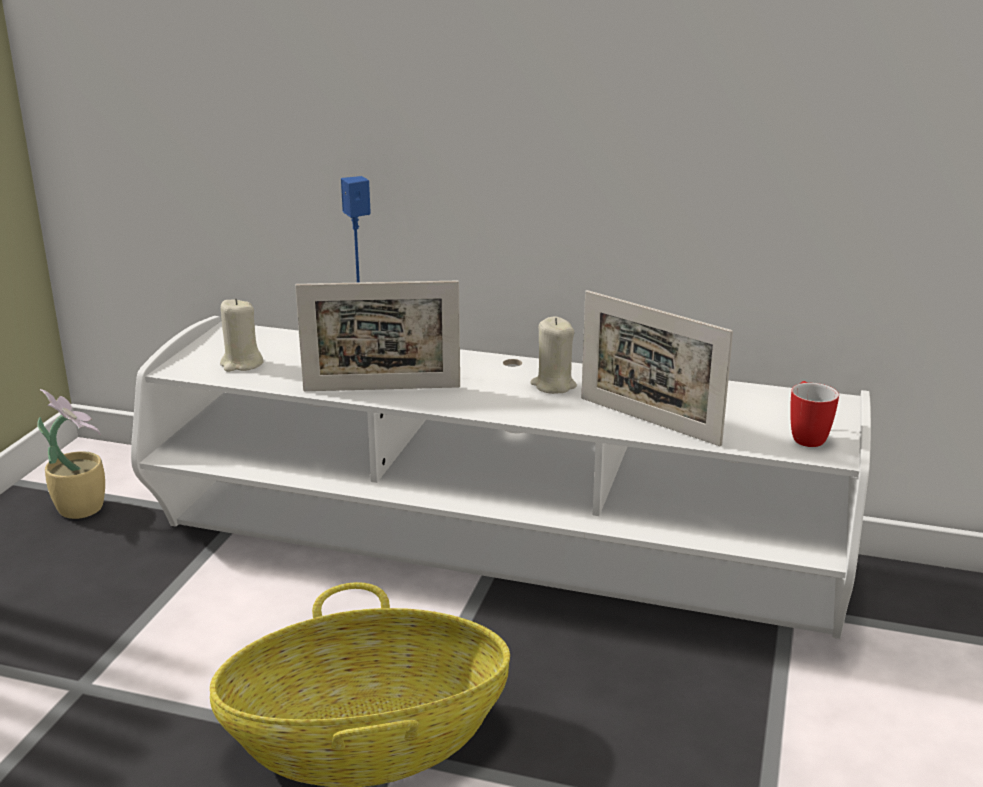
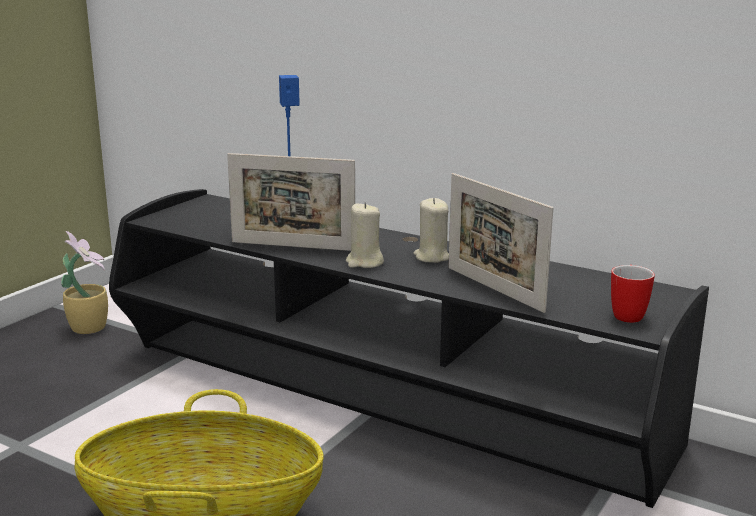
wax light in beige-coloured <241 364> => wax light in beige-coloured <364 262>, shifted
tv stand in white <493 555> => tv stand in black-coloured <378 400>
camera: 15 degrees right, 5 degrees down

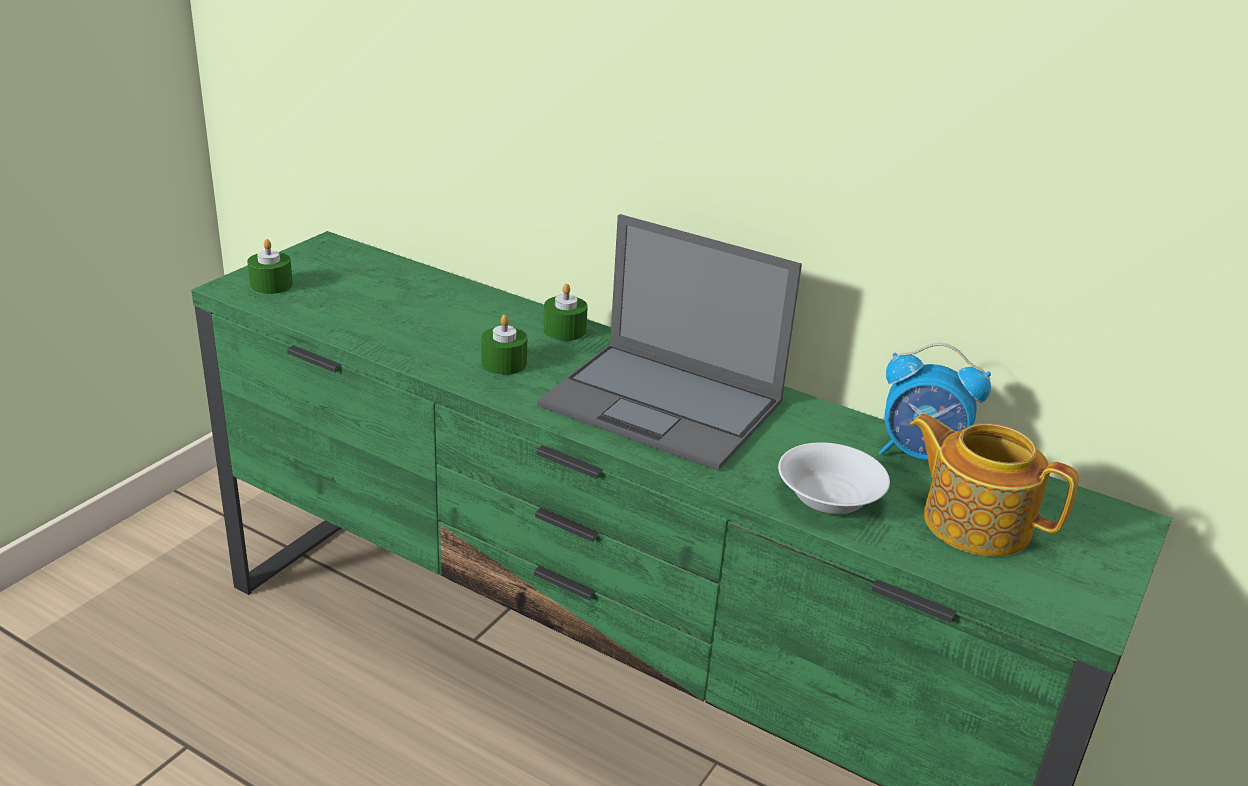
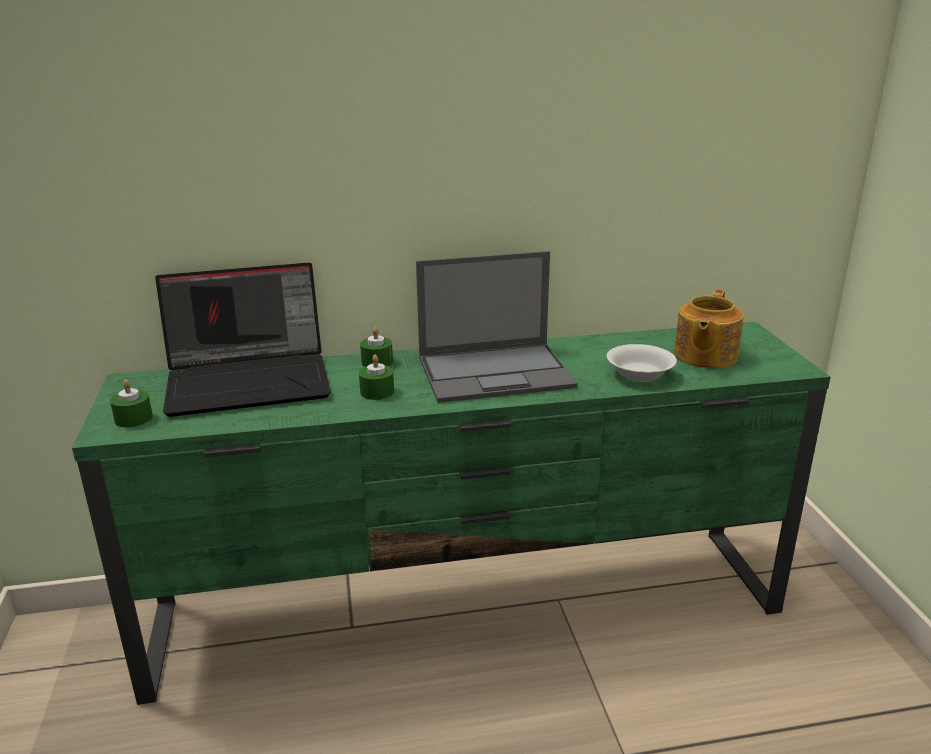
table clock <921 455> => nothing
pot for tea <975 522> => pot for tea <704 356>, 60 degrees counterclockwise
nothing => notebook computer <251 380>
camera: 40 degrees left, 5 degrees down

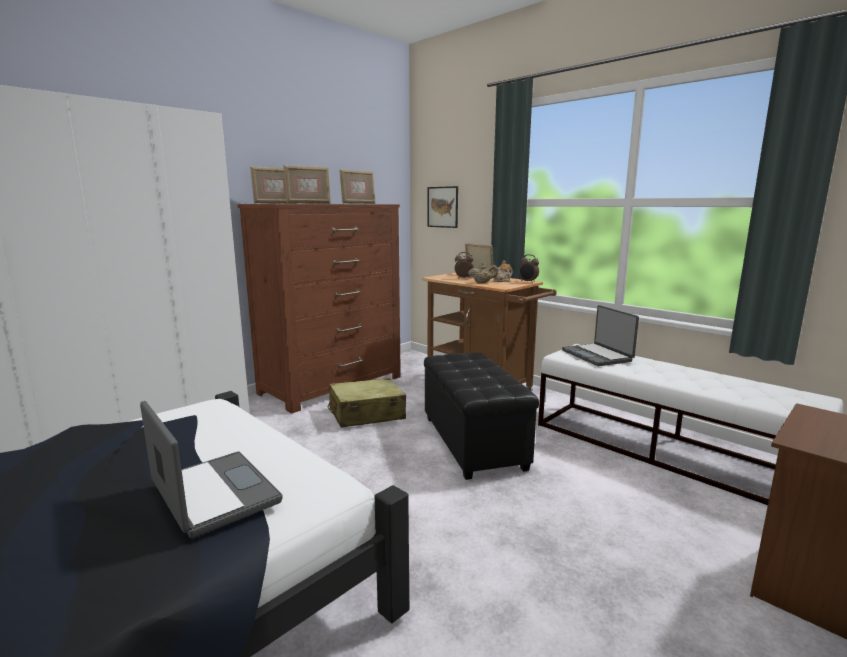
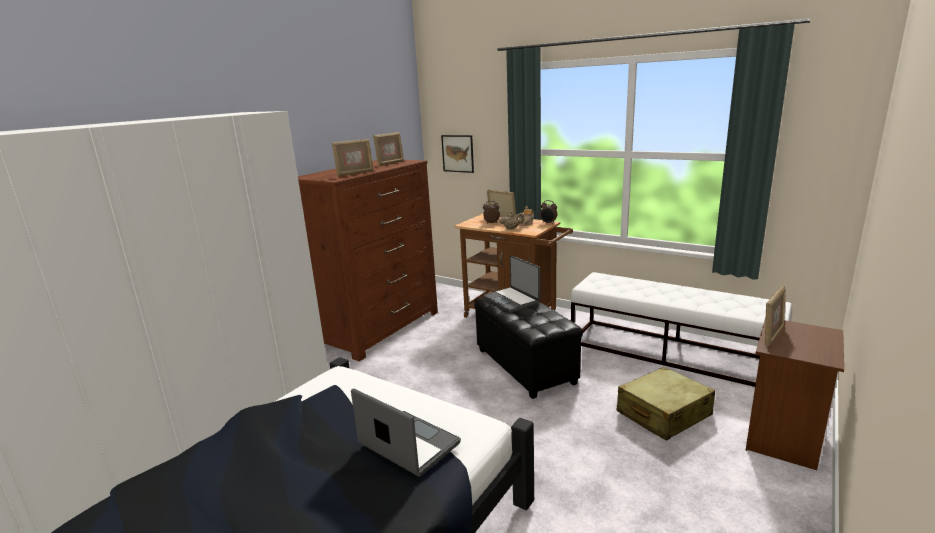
photo frame <275 203> => photo frame <771 336>, shifted
notebook computer <597 355> => notebook computer <512 300>, shifted
piece of luggage in beige-coloured <366 414> => piece of luggage in beige-coloured <663 414>, shifted
camera: 10 degrees left, 5 degrees up

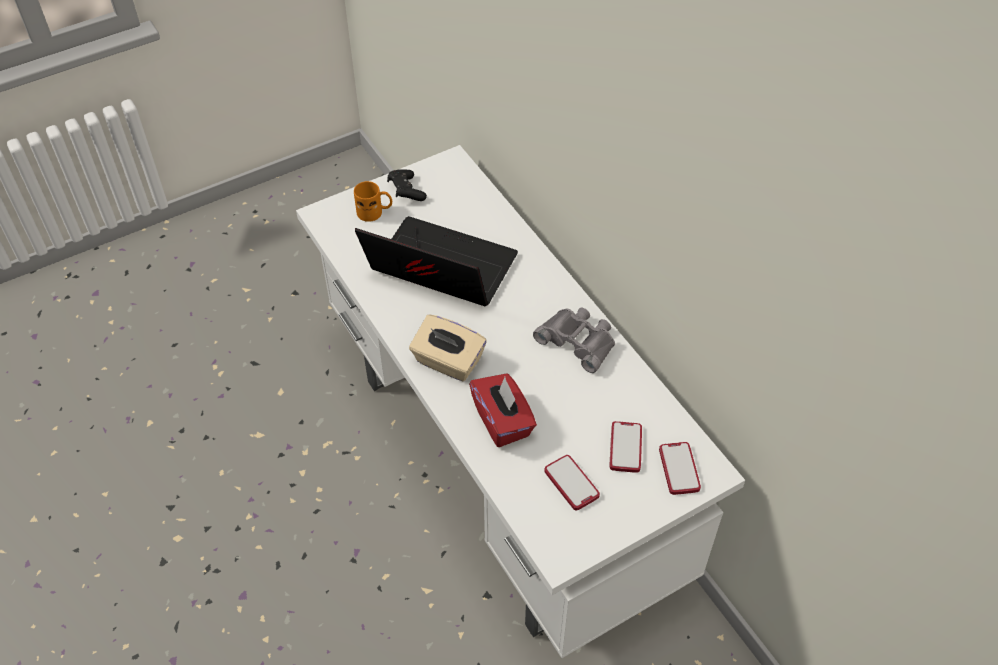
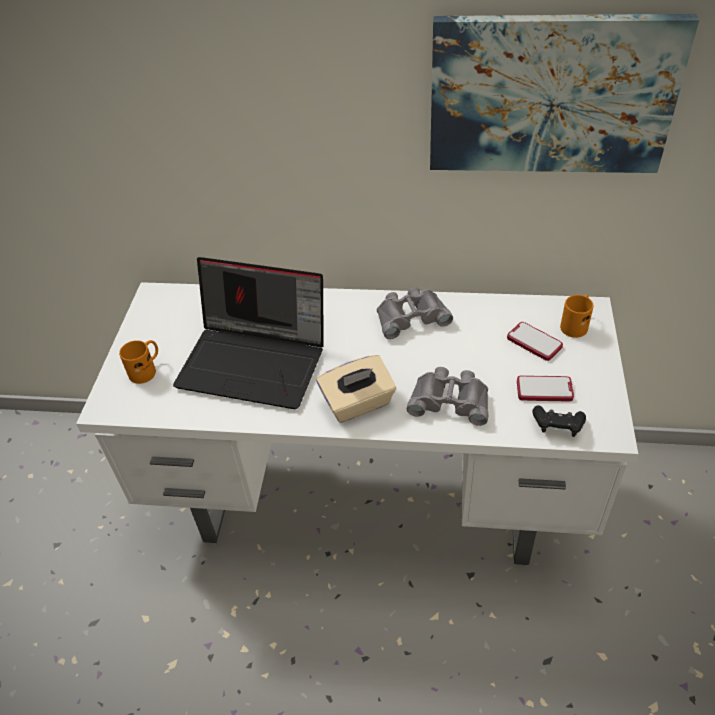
game controller in black-coloured <406 191> => game controller in black-coloured <557 427>, shifted
notebook computer <438 270> => notebook computer <256 361>, 135 degrees counterclockwise
box of tissues in red <503 421> => pair of binoculars in grey <450 400>
telephone <679 469> => coffee mug in orange <576 324>
nothing => wall picture <550 95>
camera: 50 degrees left, 5 degrees down

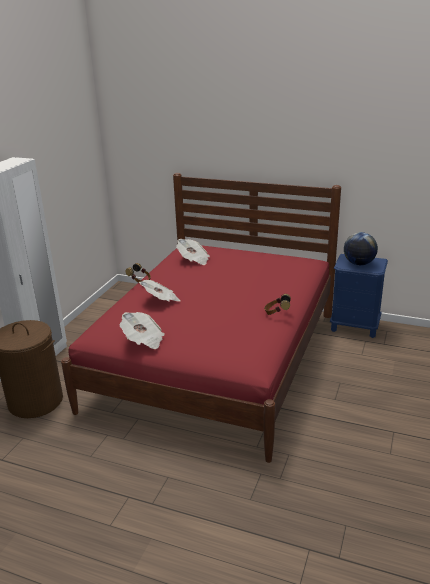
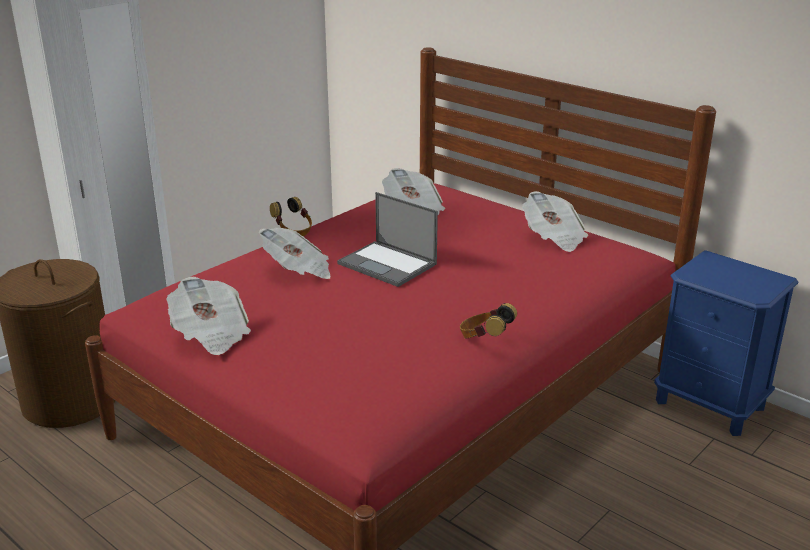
desk globe <359 264> => nothing
nothing => daily paper <554 238>
nothing => notebook computer <388 264>
camera: 20 degrees right, 0 degrees up

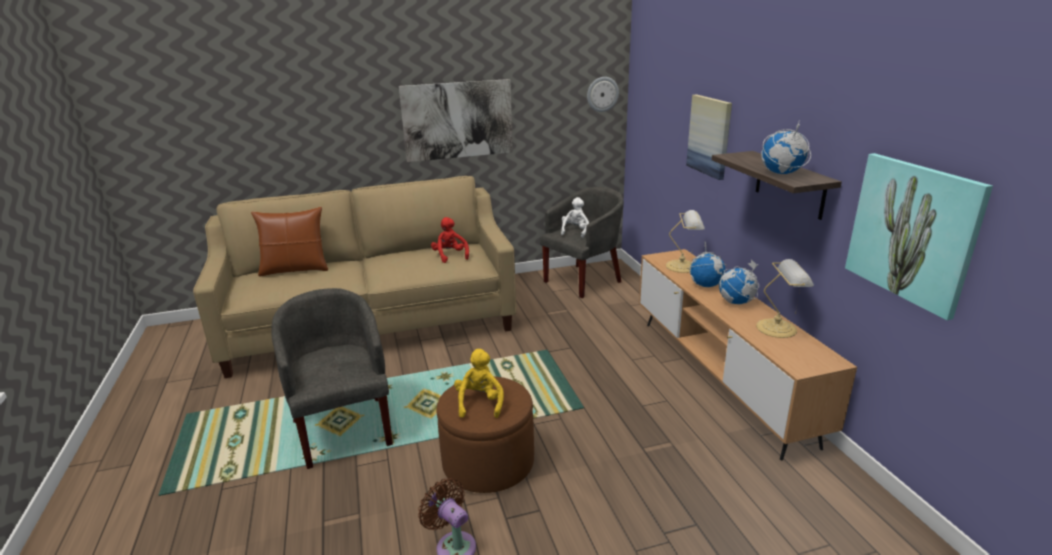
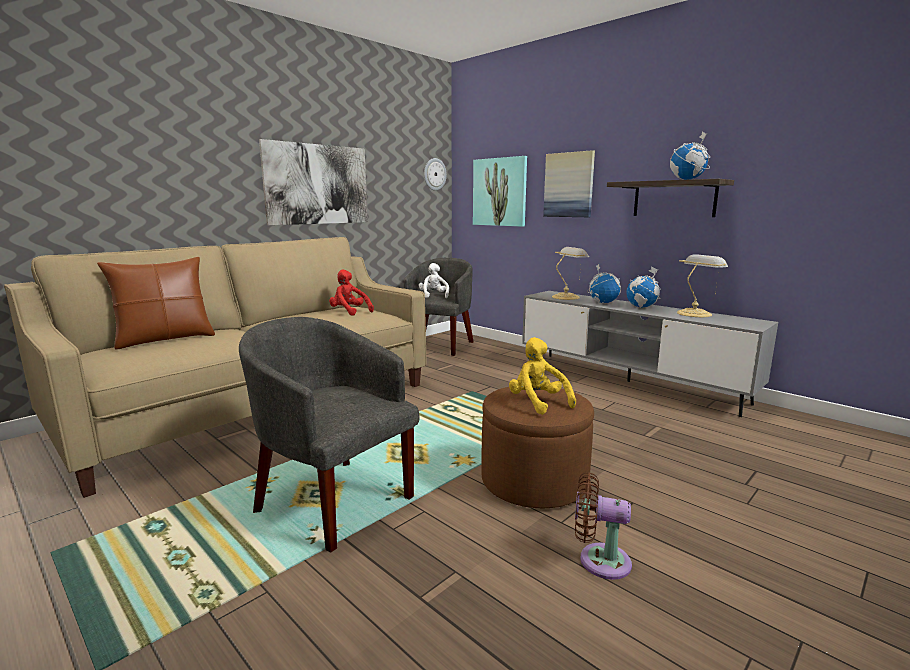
wall picture <912 232> => wall picture <499 192>, shifted
tv stand in brown <719 377> => tv stand in grey <628 381>
camera: 30 degrees left, 10 degrees down

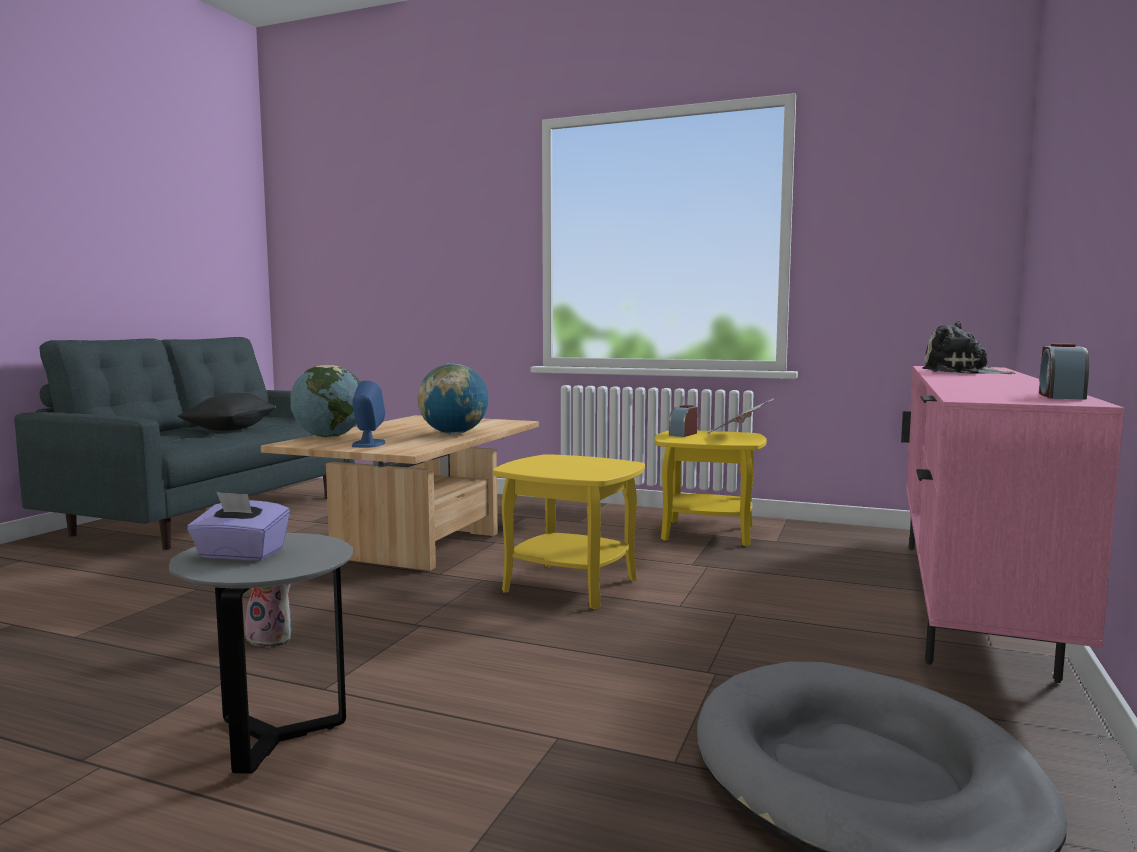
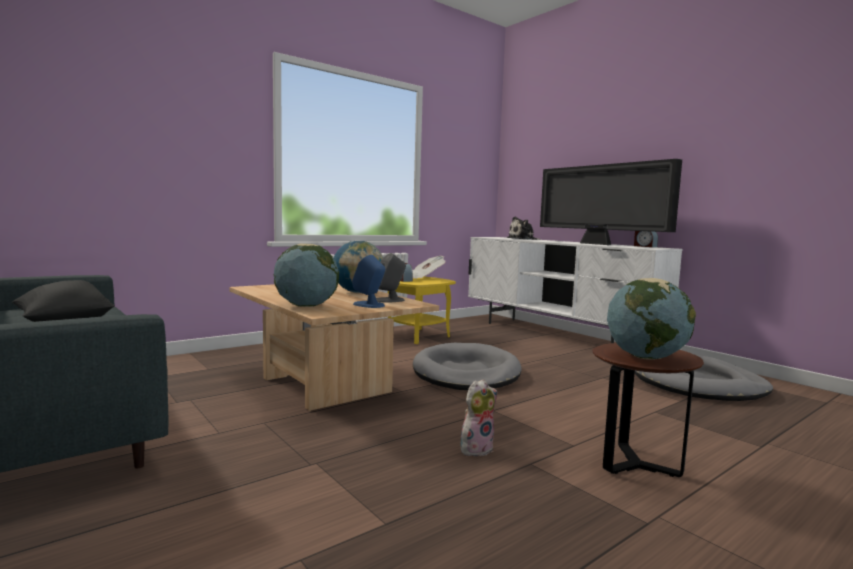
tv stand in pinkish <968 601> => tv stand in white <556 335>
accent table in yellow <569 586> => pet bed in grey <466 372>
box of tissues in purple-coloured <241 554> => desk globe <646 357>
accent table in grey <273 738> => accent table in brown <636 465>
nothing => TV set <598 244>
nothing => speaker in grey <389 300>
camera: 60 degrees left, 0 degrees up

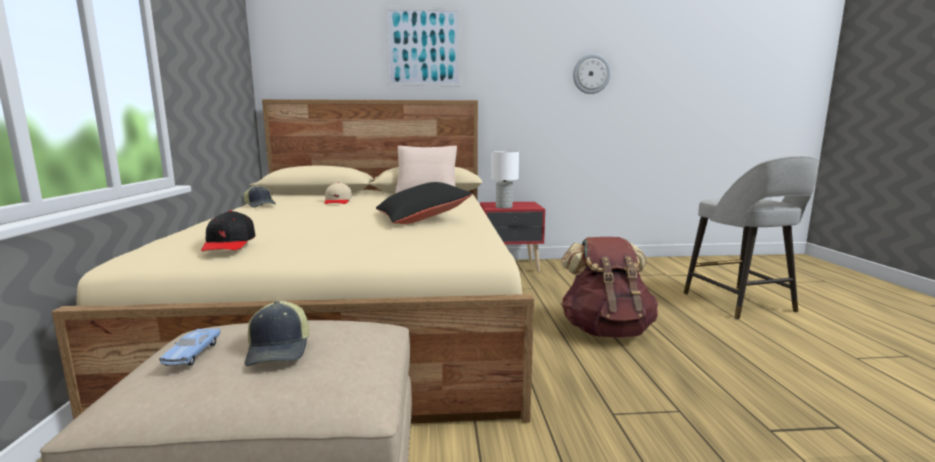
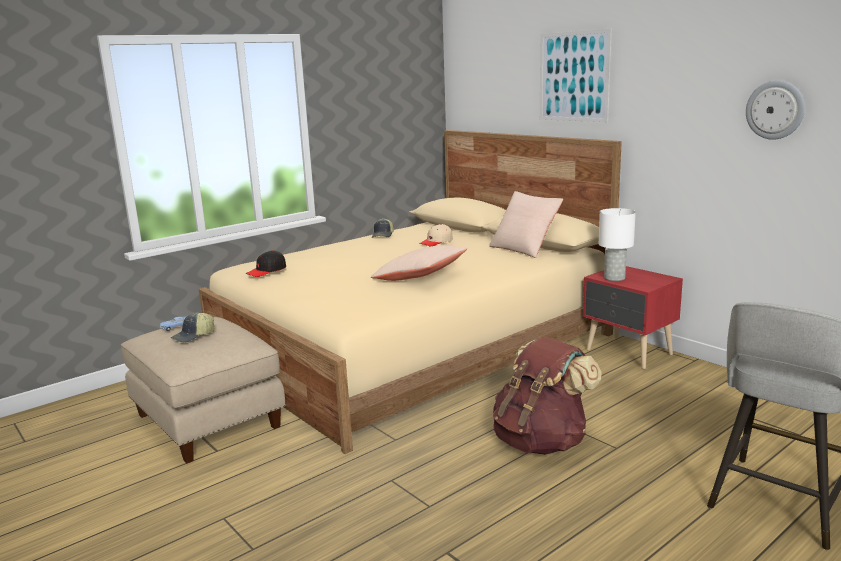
cushion in black-coloured <421 218> => cushion in beige-coloured <420 277>
camera: 55 degrees right, 5 degrees up

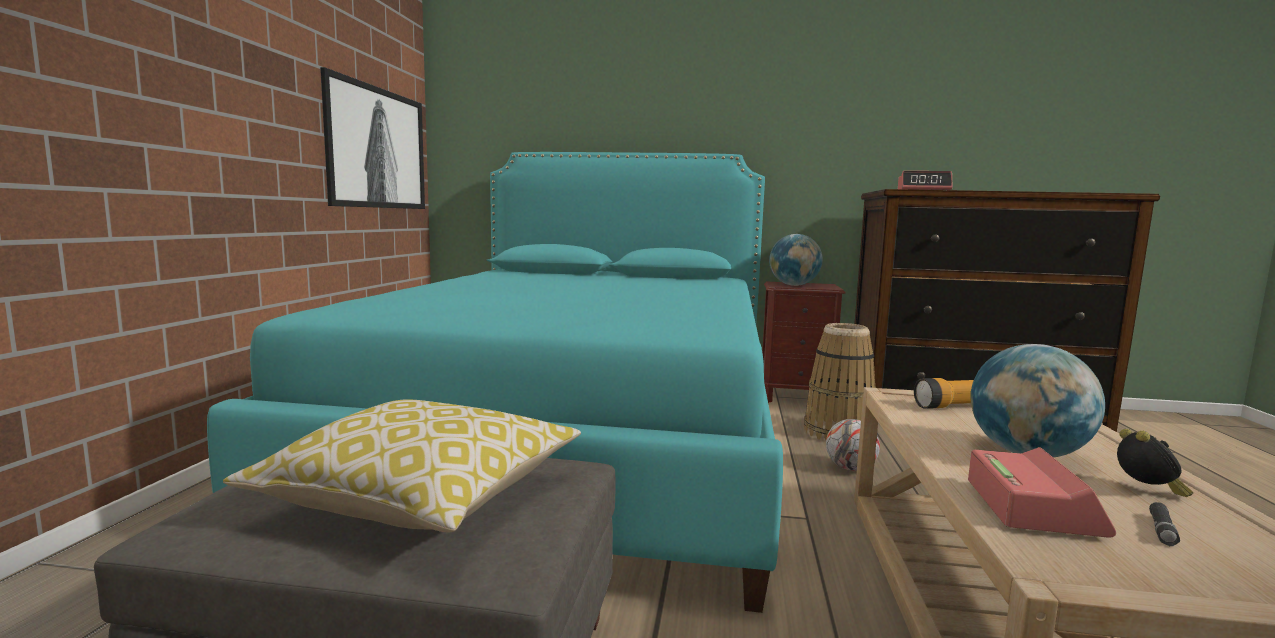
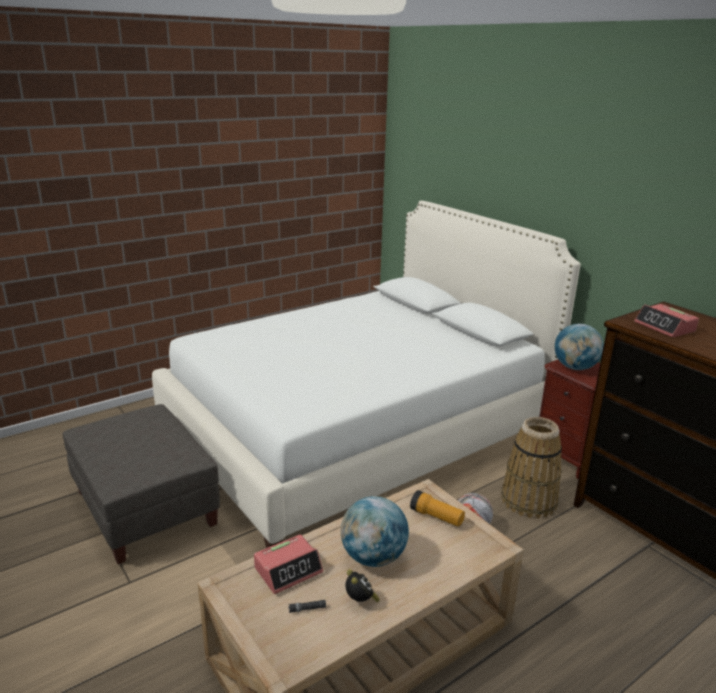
wall picture <378 148> => nothing
bed in turquoise <577 441> => bed in white <357 431>
cushion <424 496> => nothing
table clock <1147 491> => table clock <360 601>, 75 degrees counterclockwise
camera: 45 degrees right, 15 degrees up

